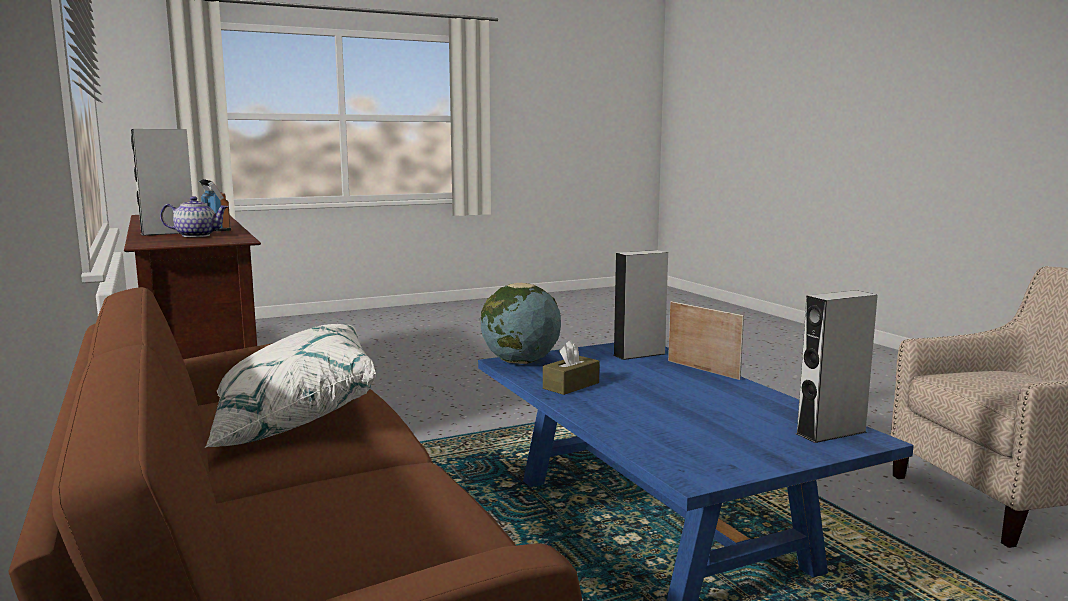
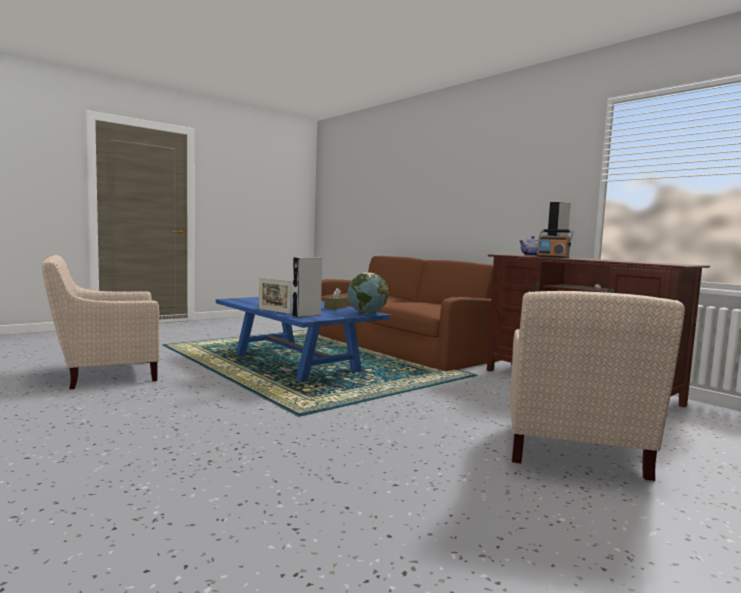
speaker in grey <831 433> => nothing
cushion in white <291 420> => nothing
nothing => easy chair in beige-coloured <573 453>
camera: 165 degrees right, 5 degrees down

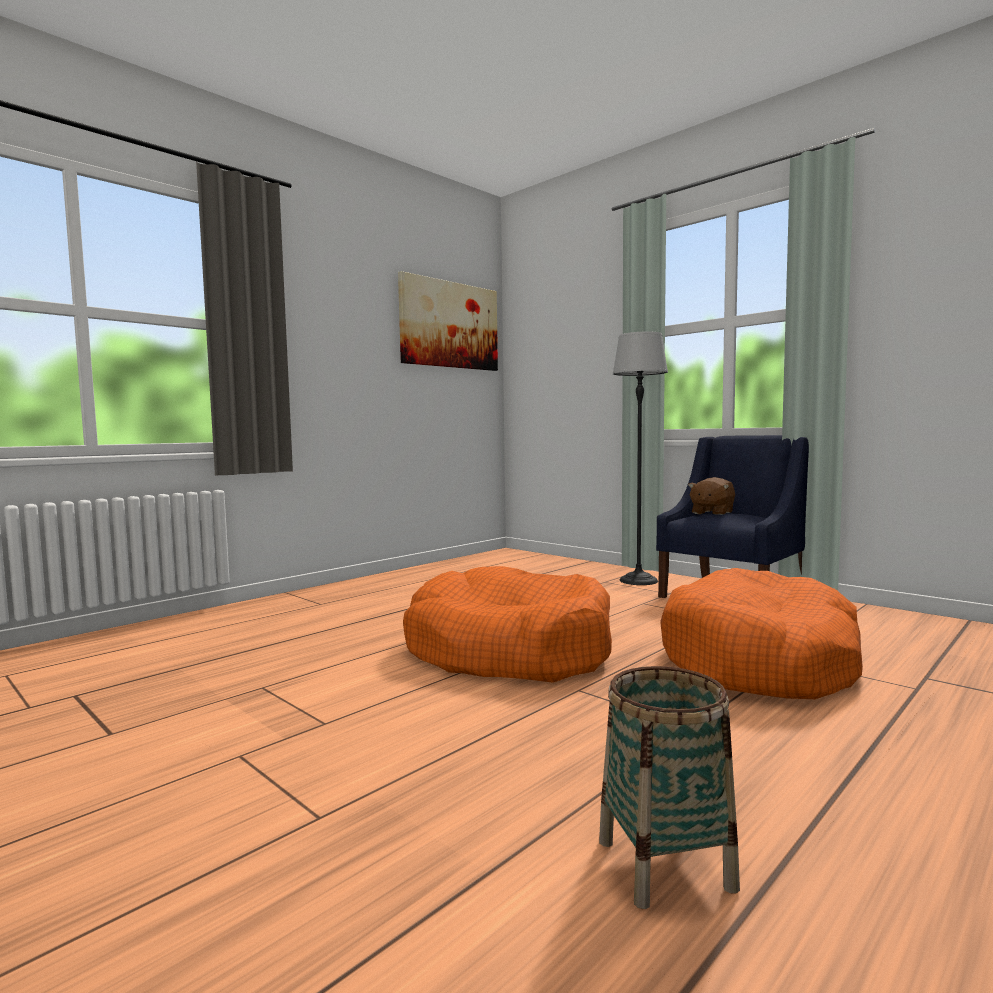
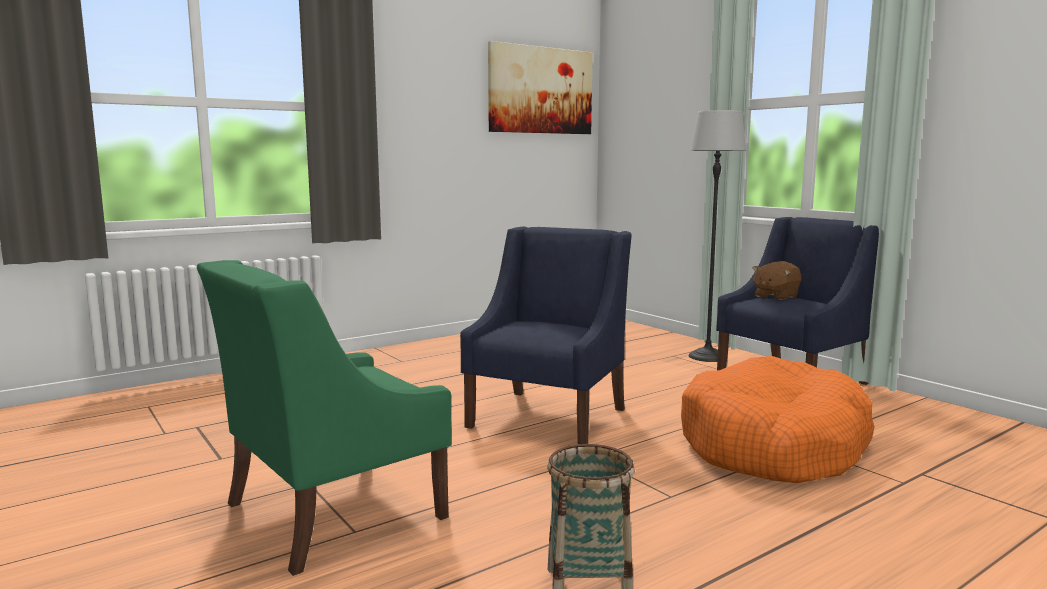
pet bed in orange <508 650> => easy chair in bluish <549 417>
nothing => easy chair in green-coloured <332 511>
camera: 10 degrees right, 5 degrees up

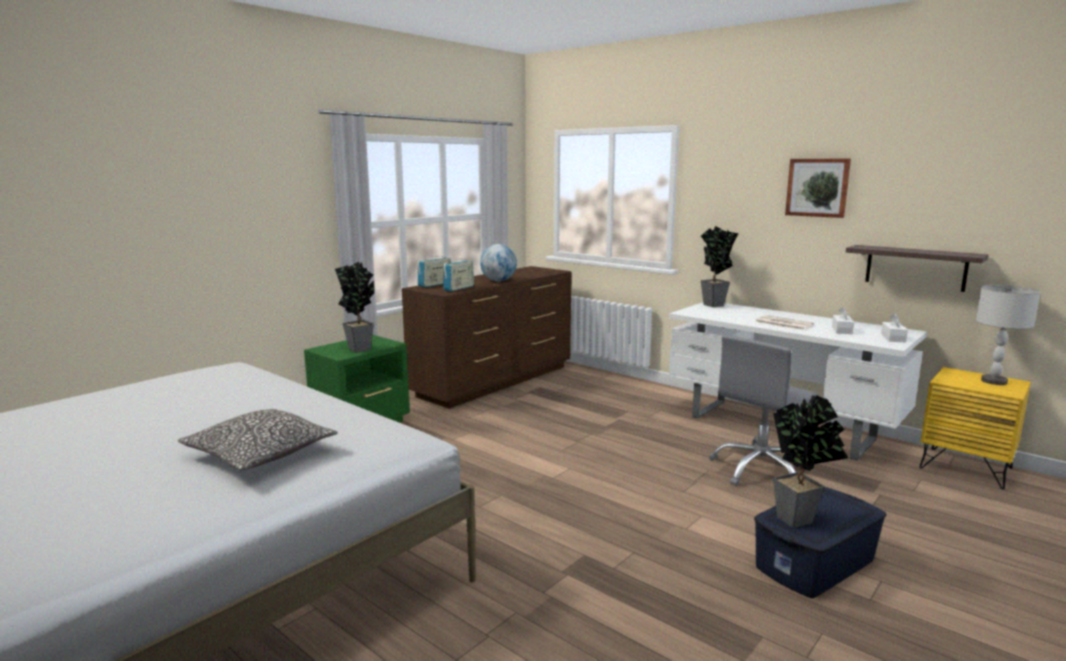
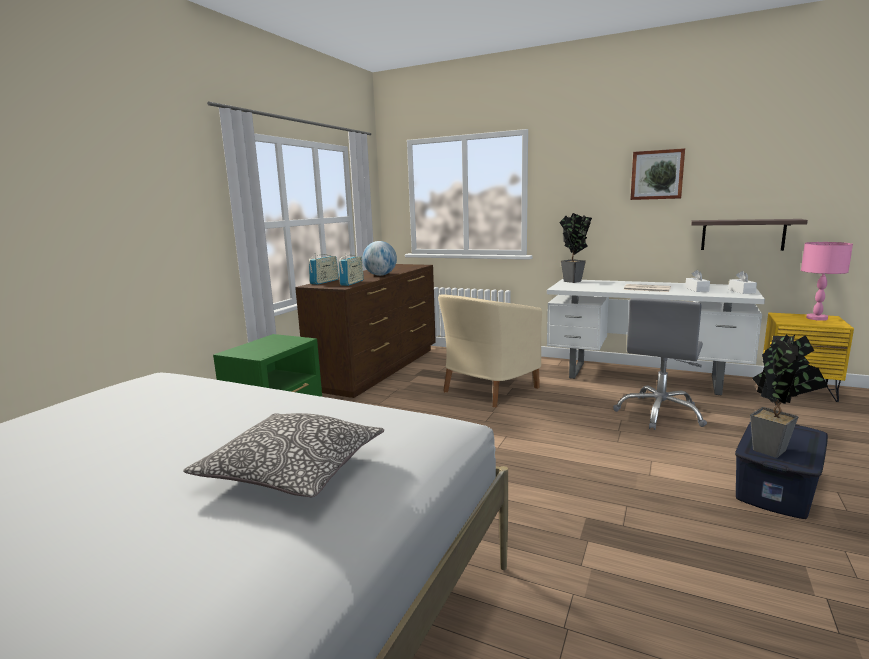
houseplant <360 348> => nothing
lamp for a table in grey <993 381> => lamp for a table in pinkish <816 318>
nothing => easy chair in beige-coloured <487 390>
camera: 15 degrees left, 0 degrees up

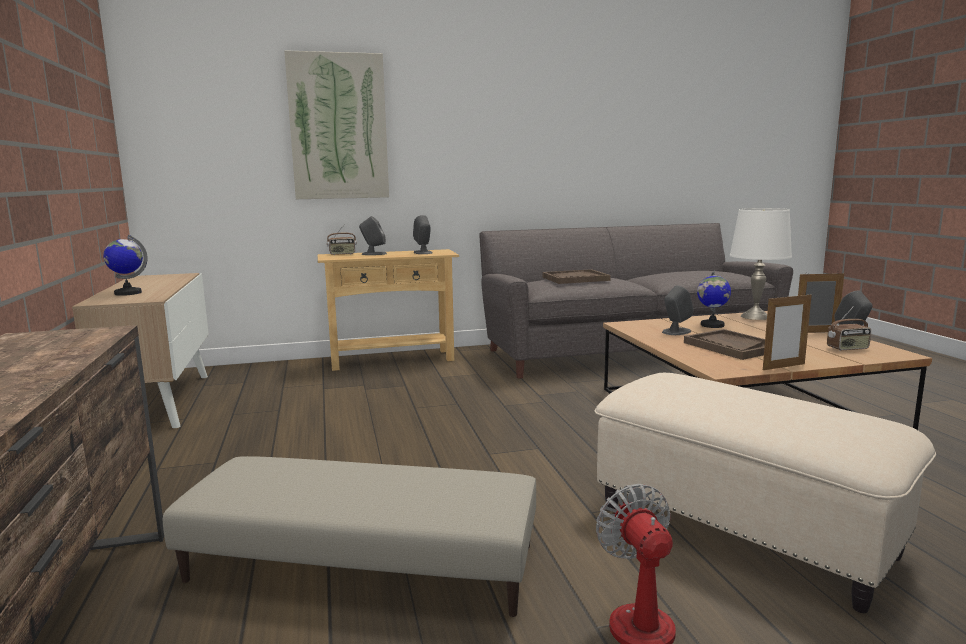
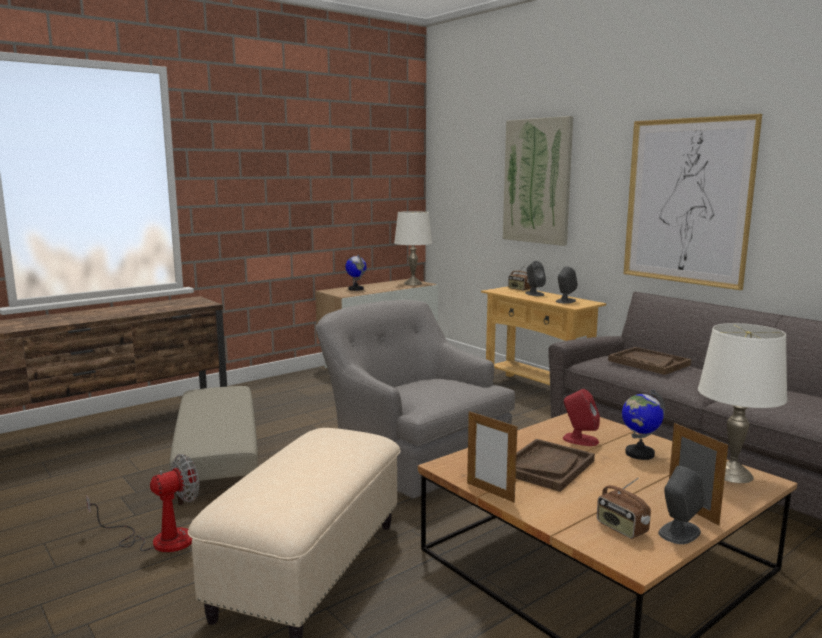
speaker in grey <676 332> => speaker in red <580 440>
nothing => wall picture <687 201>
nothing => lamp for a table in white <413 283>
nothing => easy chair in grey <412 457>
camera: 65 degrees right, 0 degrees up

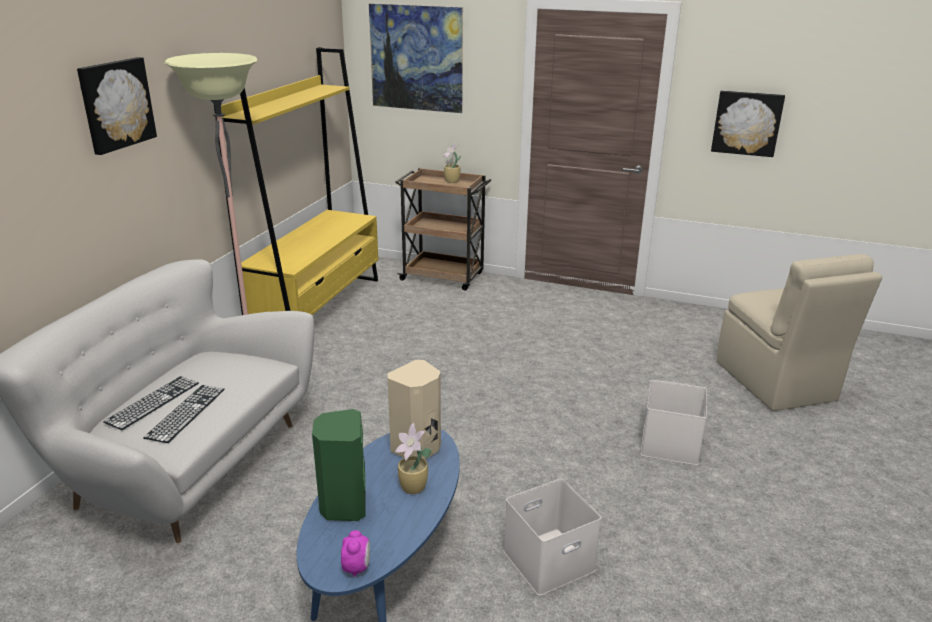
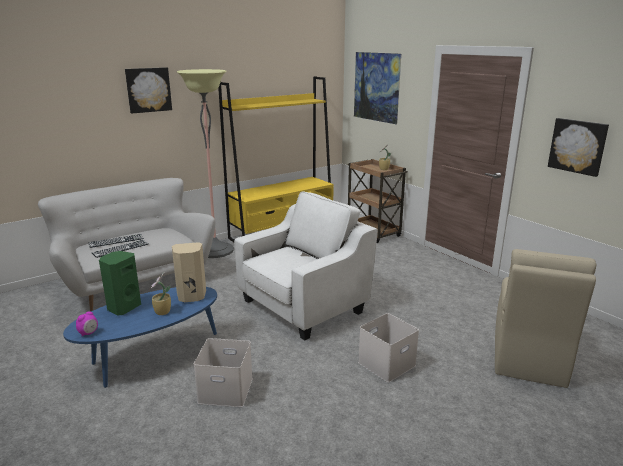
nothing => easy chair in white <303 306>
camera: 35 degrees right, 5 degrees down

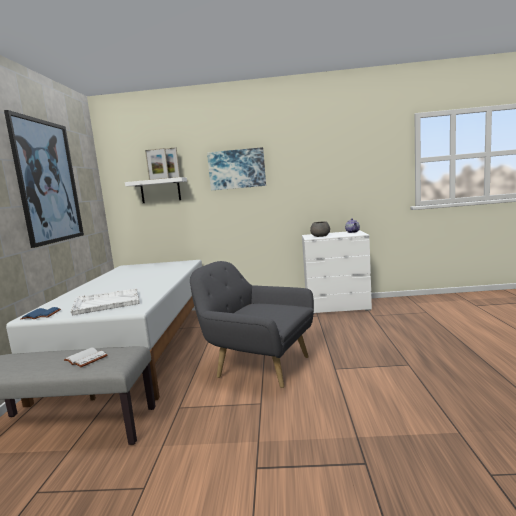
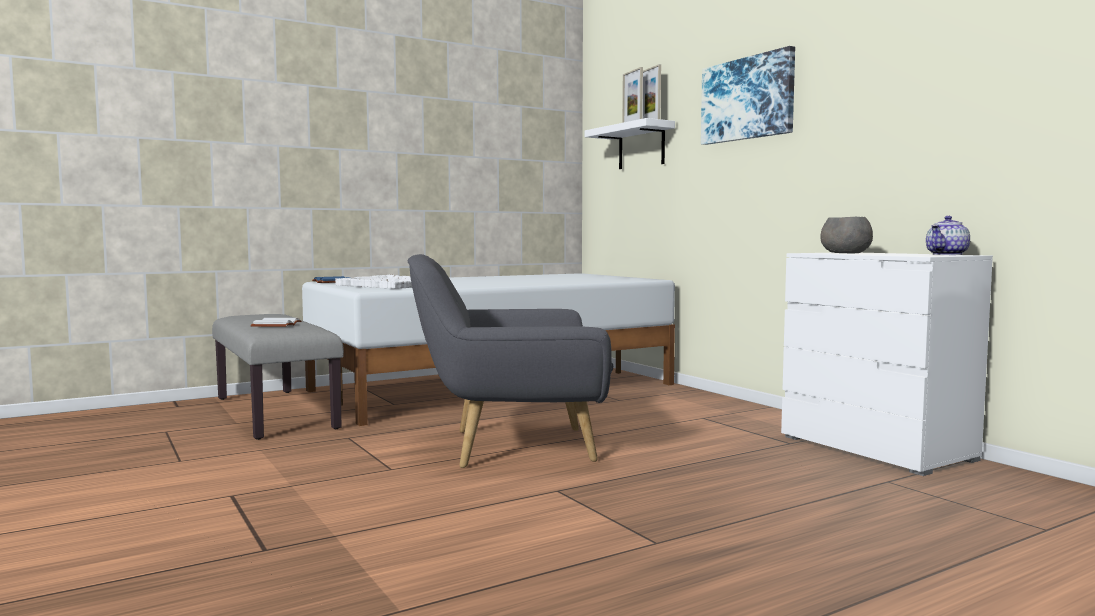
wall picture <48 181> => nothing
easy chair in grey <258 365> => easy chair in grey <510 446>, 90 degrees counterclockwise
camera: 55 degrees right, 5 degrees down

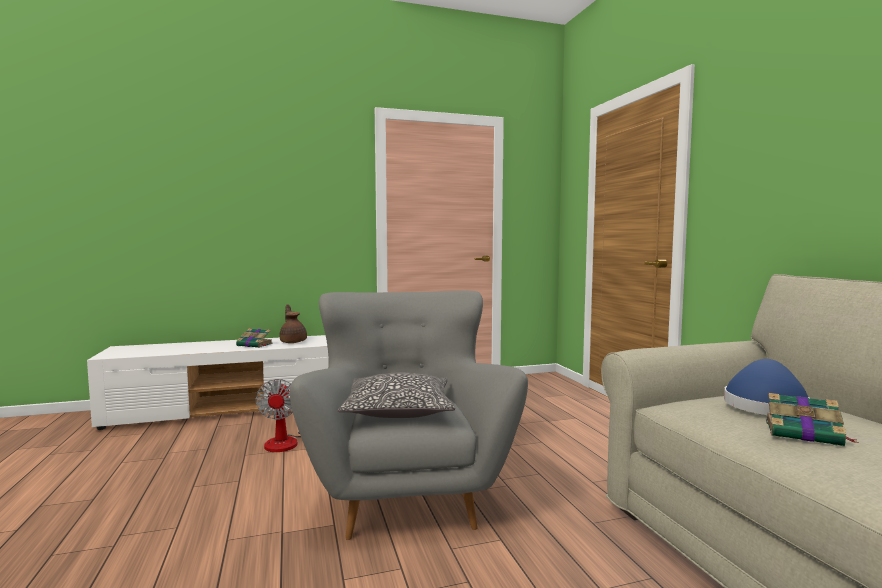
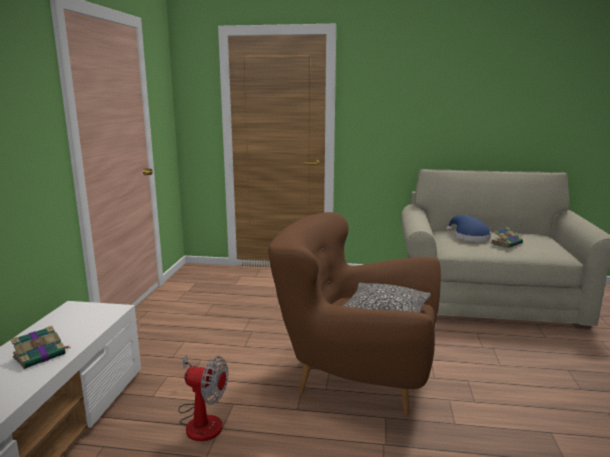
easy chair in grey <407 493> => easy chair in brown <356 377>
pot for tea in brown <293 341> => nothing
camera: 65 degrees left, 10 degrees up

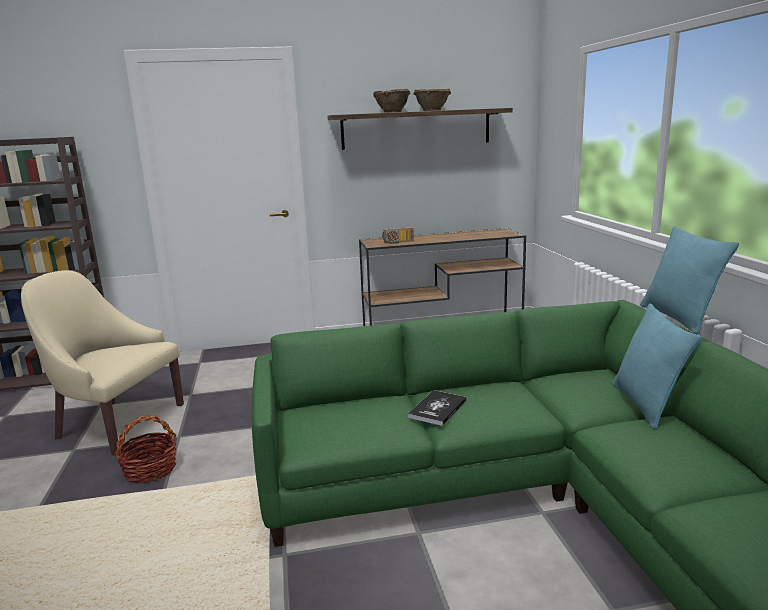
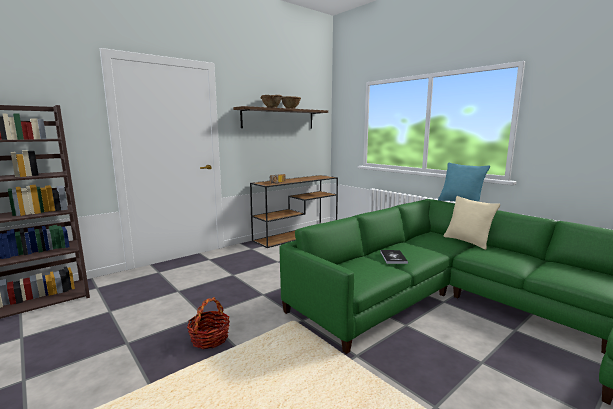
easy chair in beige-coloured <116 423> => nothing
cushion in turquoise <645 405> => cushion in beige-coloured <467 242>
camera: 30 degrees left, 5 degrees down

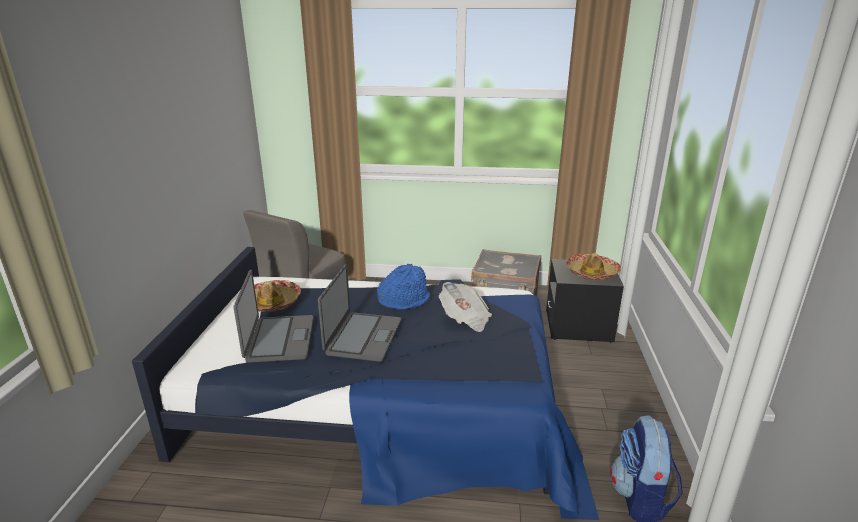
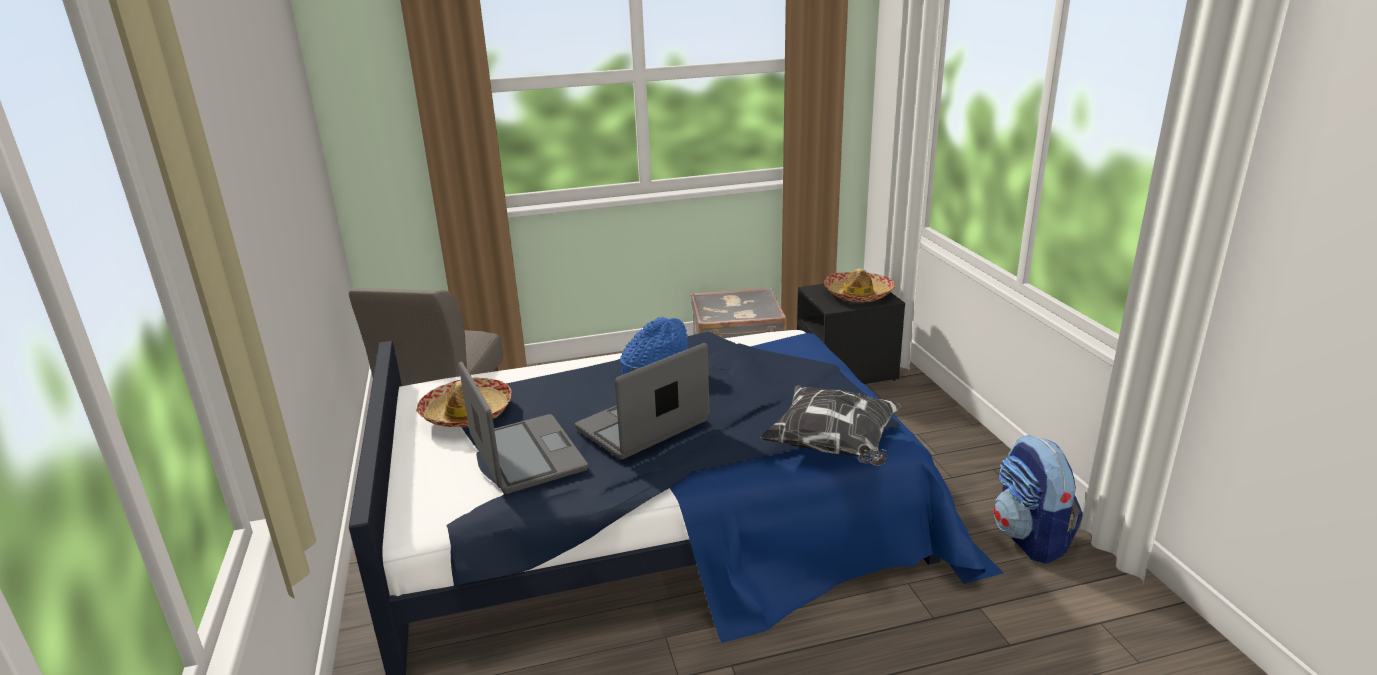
notebook computer <363 337> => notebook computer <643 426>, 120 degrees counterclockwise
daily paper <465 319> => nothing
nothing => cushion <834 447>
camera: 20 degrees left, 0 degrees up

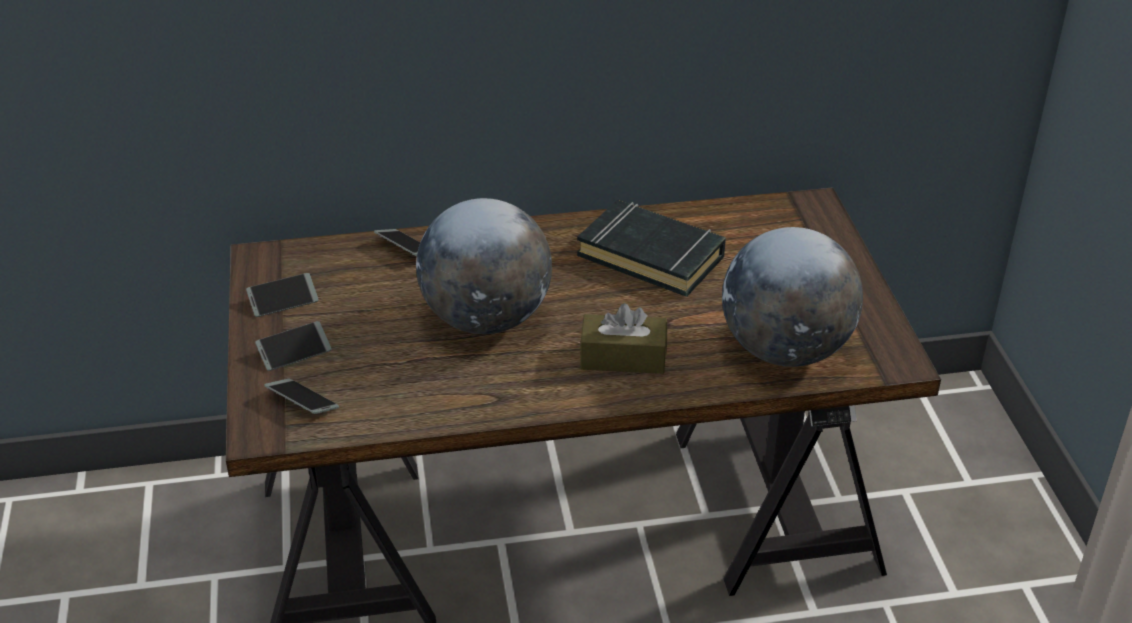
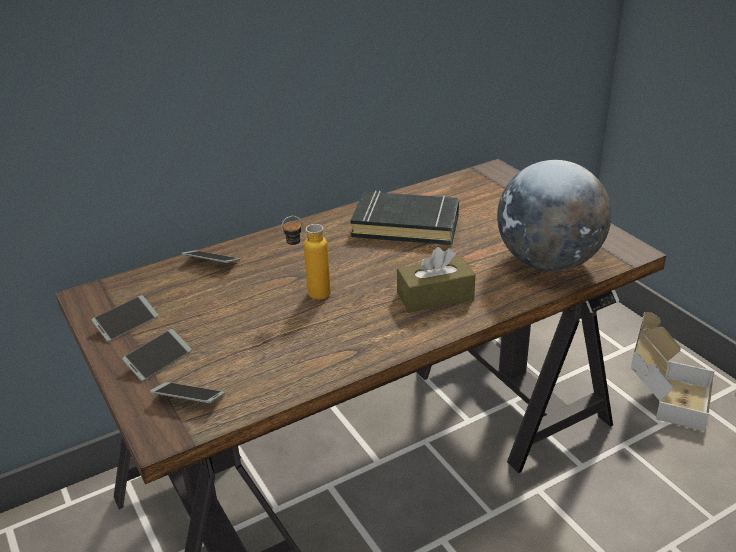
desk globe <486 319> => drink bottle <309 296>
nothing => packing box <664 398>
camera: 20 degrees left, 5 degrees down

